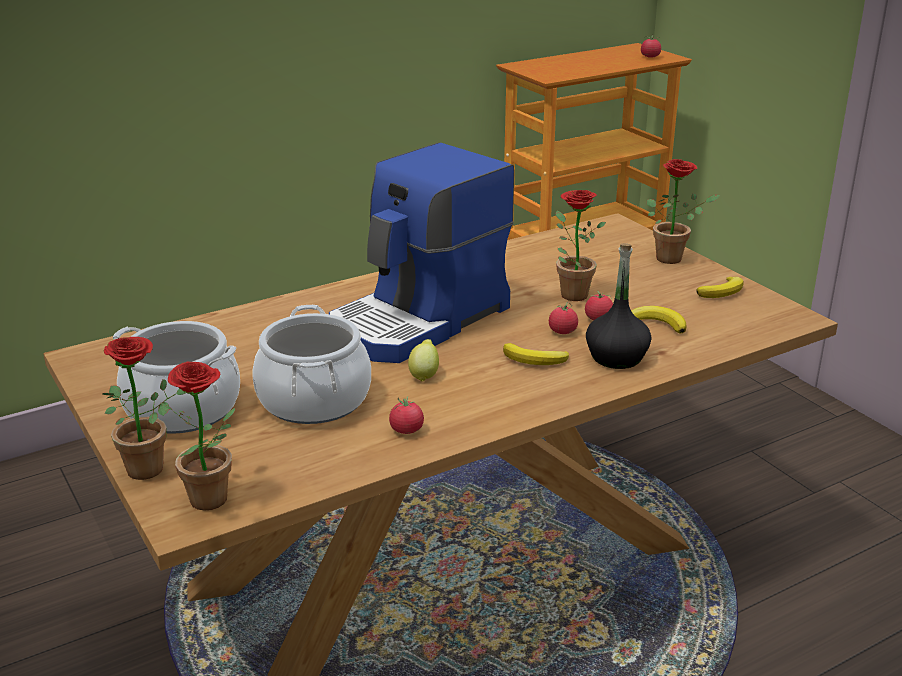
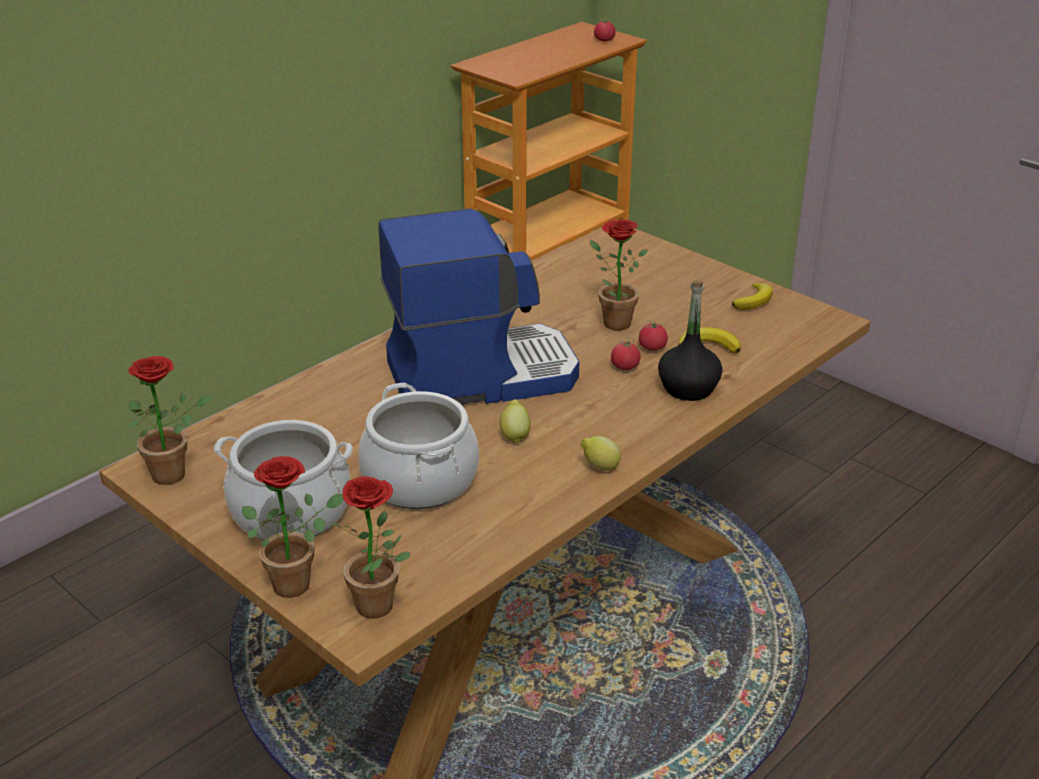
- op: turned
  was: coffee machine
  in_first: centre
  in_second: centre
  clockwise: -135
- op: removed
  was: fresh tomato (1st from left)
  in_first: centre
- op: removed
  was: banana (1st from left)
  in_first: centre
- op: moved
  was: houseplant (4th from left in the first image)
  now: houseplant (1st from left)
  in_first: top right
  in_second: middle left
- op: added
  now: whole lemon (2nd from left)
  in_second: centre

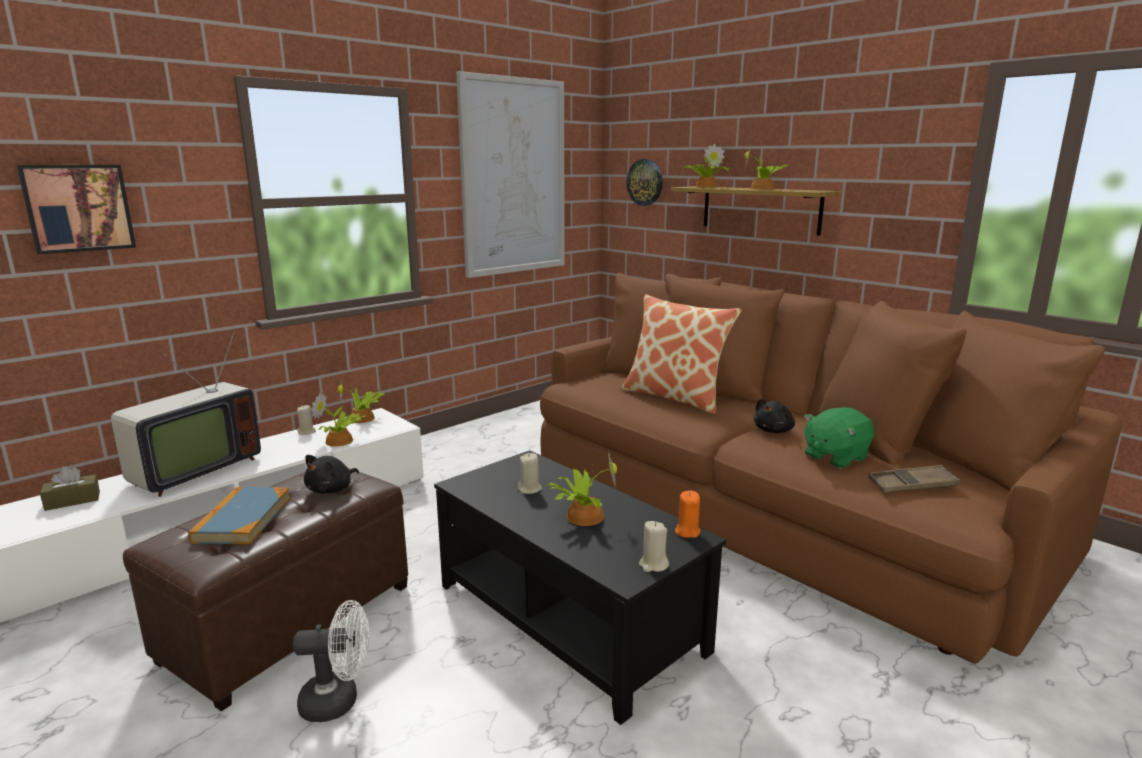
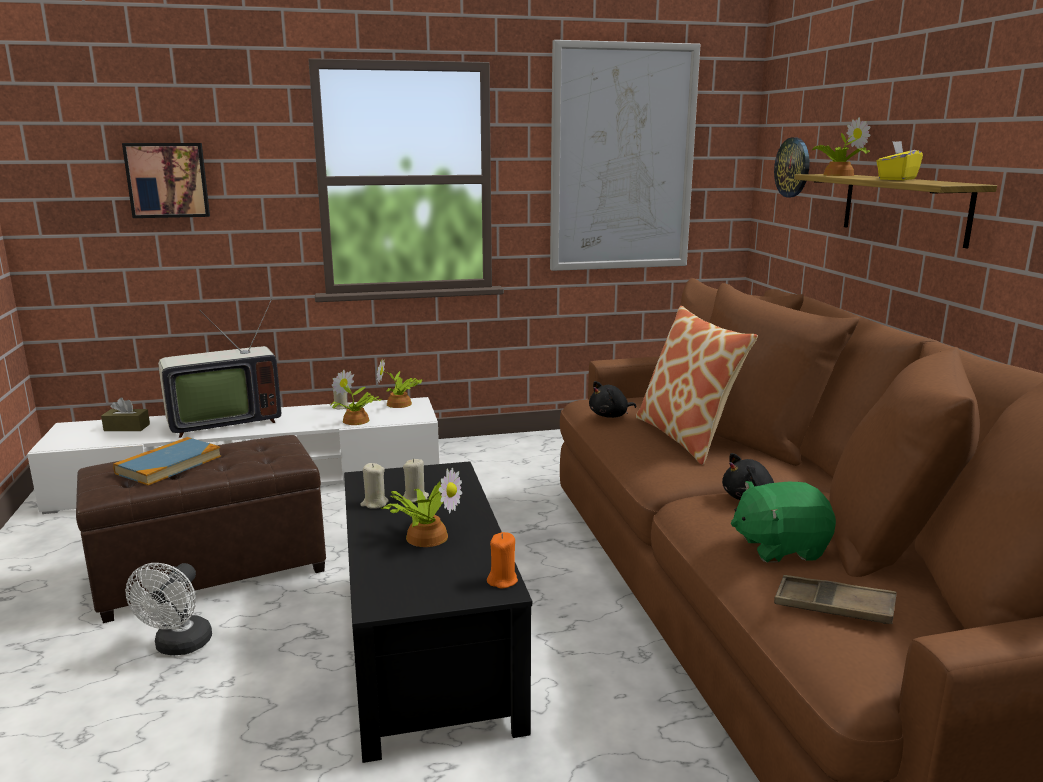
- op: turned
  was: cooling fan in whitish
  in_first: bottom left
  in_second: bottom left
  clockwise: 75
- op: moved
  was: cuddly toy in black-coloured (1st from left)
  in_first: middle left
  in_second: centre
- op: moved
  was: wax candle in sand-coloured (3rd from left in the first image)
  now: wax candle in sand-coloured (2nd from left)
  in_first: bottom centre
  in_second: centre
- op: replaced
  was: houseplant (5th from left)
  now: box of tissues in yellowish
  in_first: top right
  in_second: top right

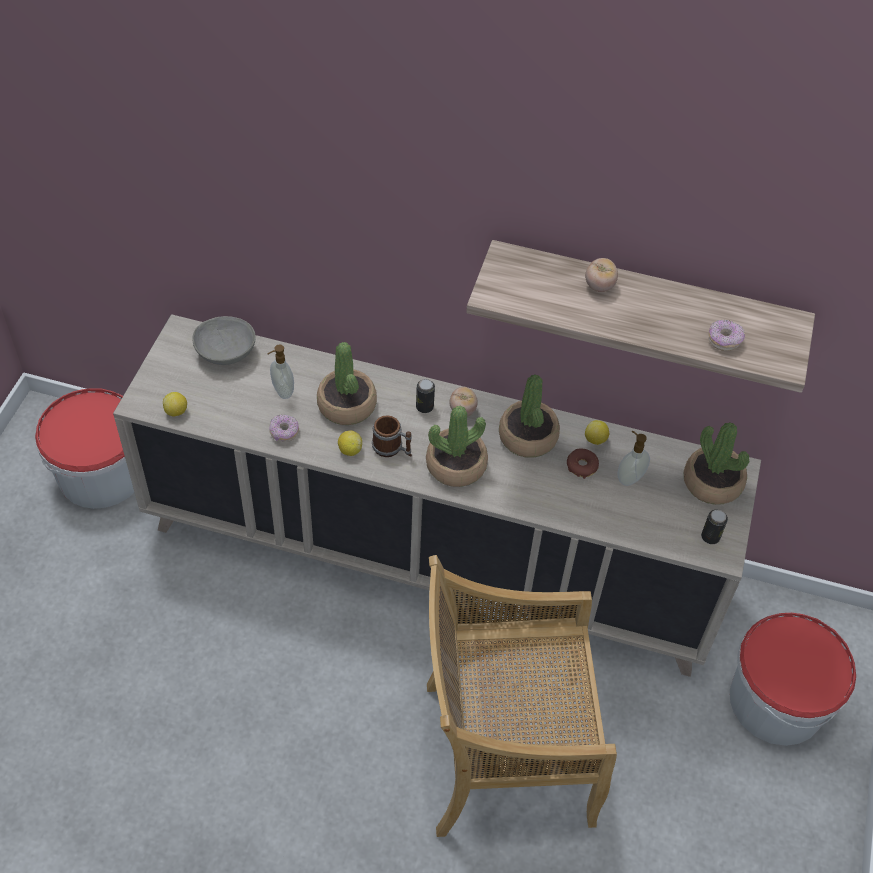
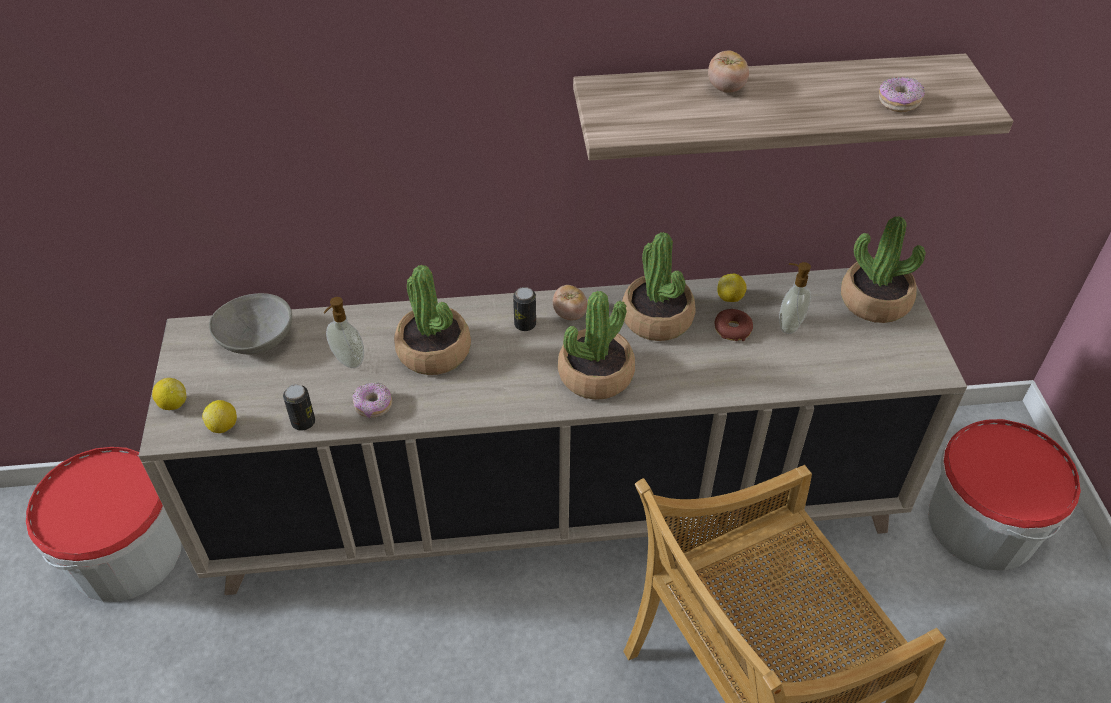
- op: moved
  was: whole lemon (2nd from left in the first image)
  now: whole lemon (1st from left)
  in_first: centre
  in_second: middle left
- op: removed
  was: mug
  in_first: centre
- op: moved
  was: can (2nd from left in the first image)
  now: can (1st from left)
  in_first: middle right
  in_second: middle left

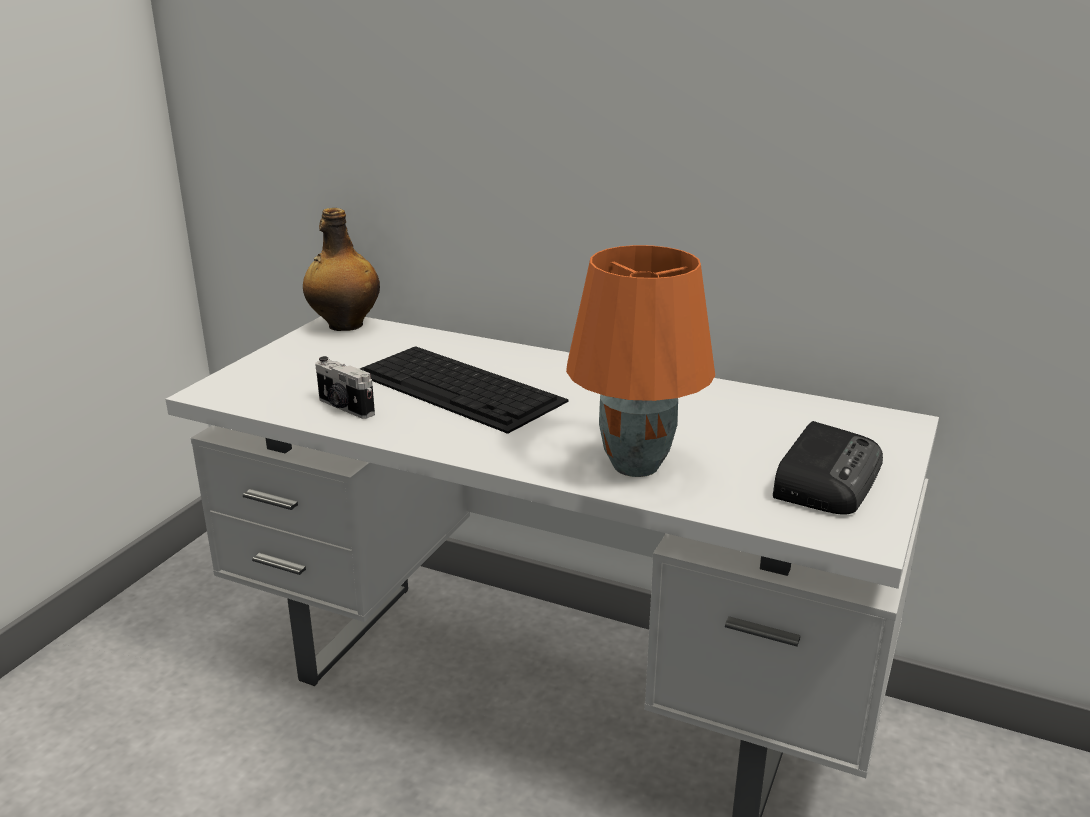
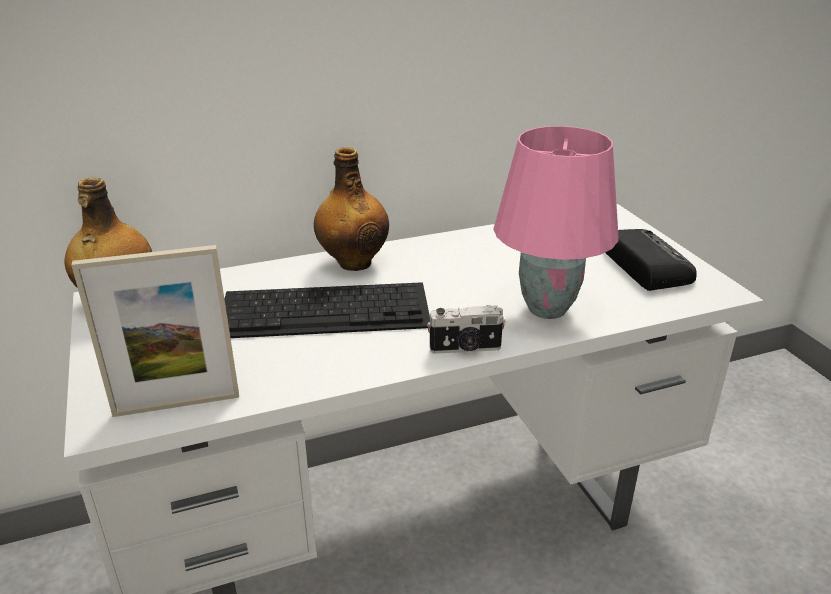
- op: moved
  was: still camera
  in_first: middle left
  in_second: centre
- op: recoloured
  was: lamp for a table in orange
  now: lamp for a table in pinkish
  in_first: centre
  in_second: middle right
- op: added
  now: photo frame
  in_second: middle left
- op: added
  now: bottle (2nd from left)
  in_second: centre

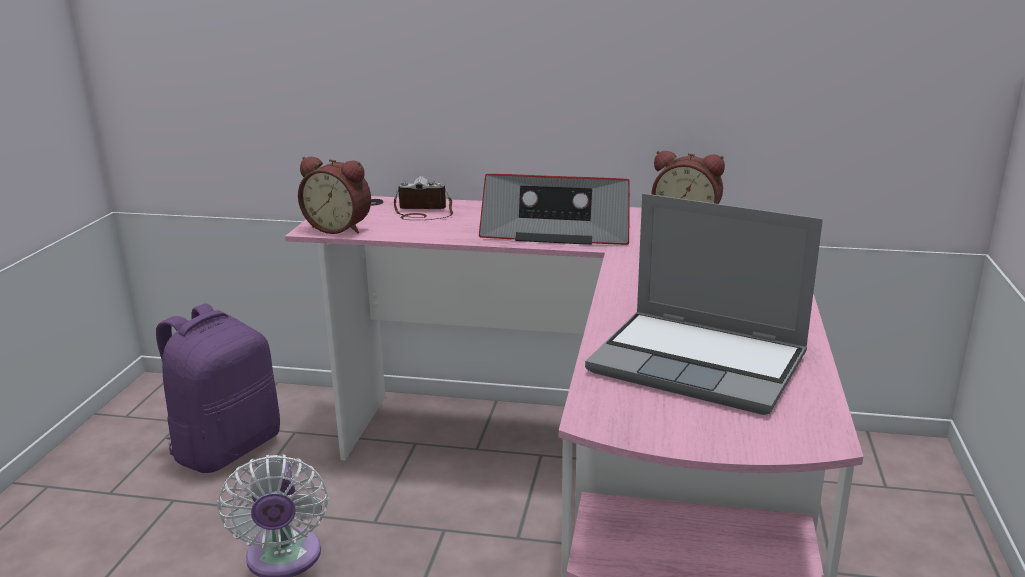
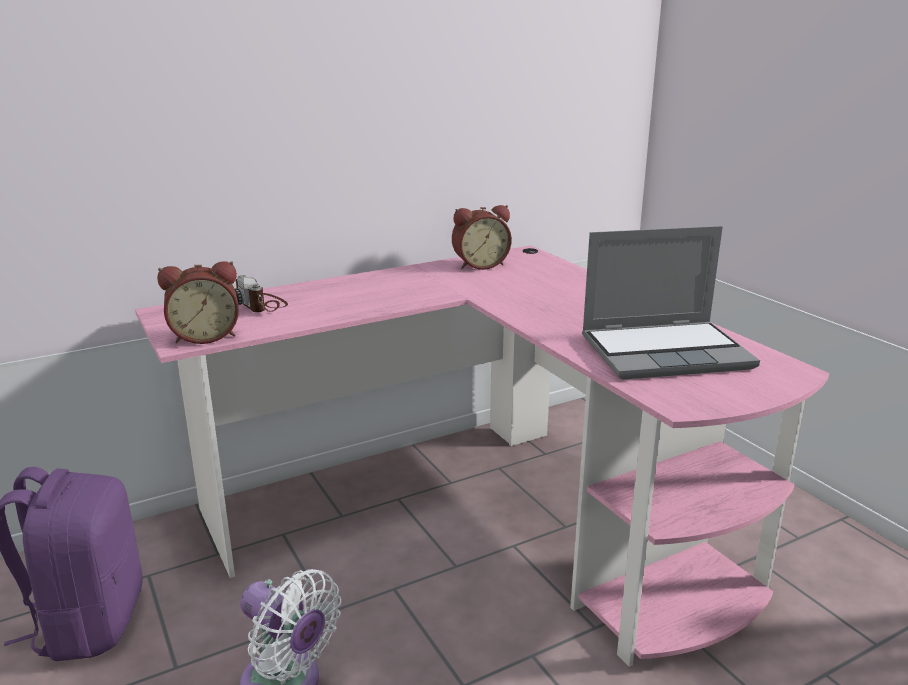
- op: turned
  was: still camera
  in_first: centre
  in_second: middle left
  clockwise: -90
- op: removed
  was: radio receiver
  in_first: centre

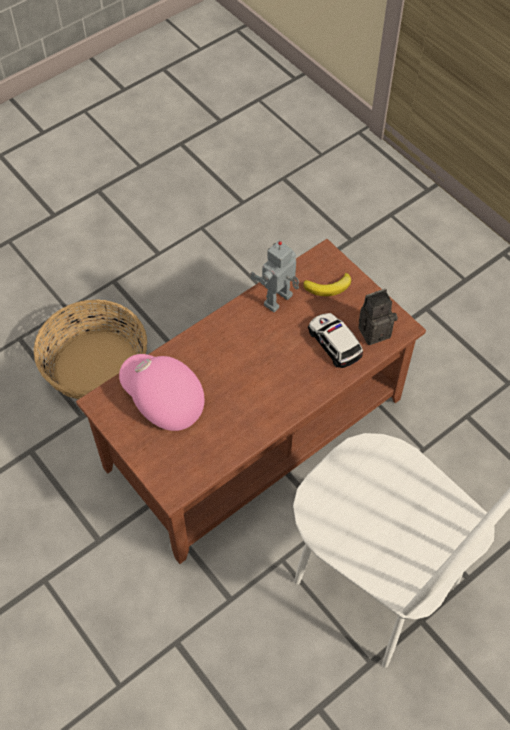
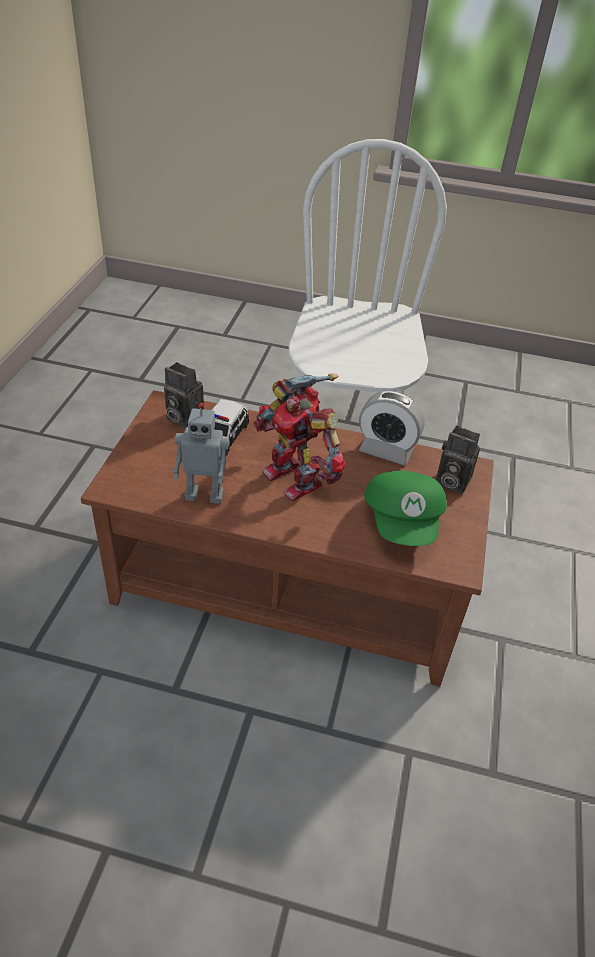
- op: removed
  was: storage basket
  in_first: middle left
- op: recoloured
  was: baseball cap in pinkish
  now: baseball cap in green
  in_first: middle left
  in_second: middle right
- op: removed
  was: banana
  in_first: centre
- op: added
  now: model robot (2nd from left)
  in_second: centre
- op: added
  now: alarm clock
  in_second: centre
- op: added
  now: still camera (2nd from left)
  in_second: middle right

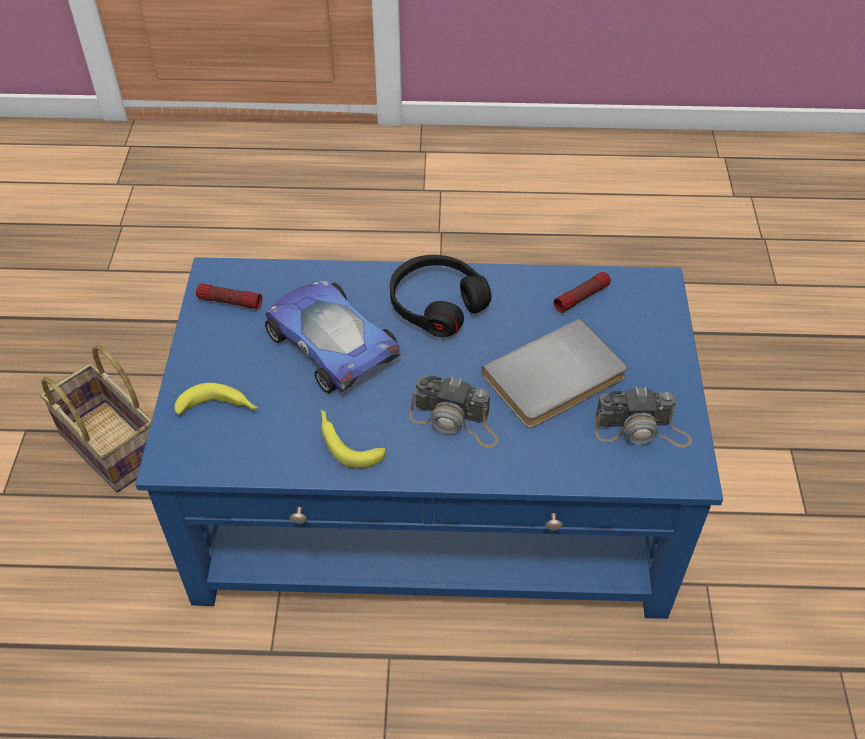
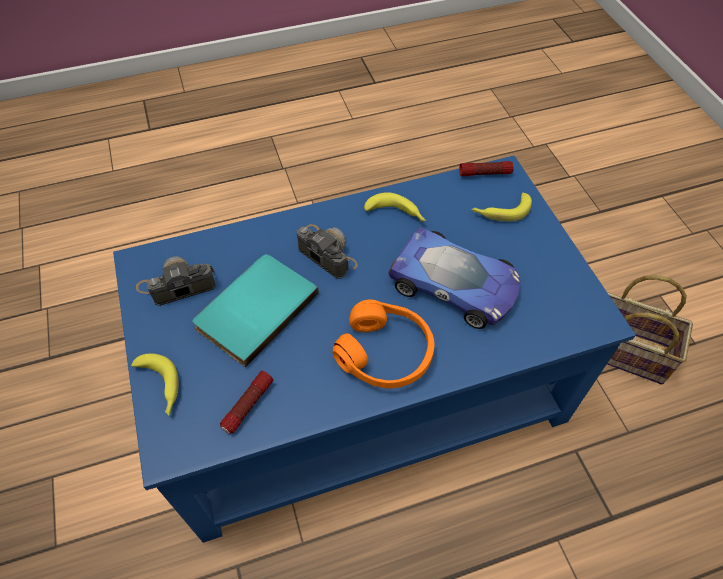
- op: moved
  was: flashlight (1st from left in the first image)
  now: flashlight (2nd from left)
  in_first: middle left
  in_second: top right
- op: recoloured
  was: headset in black-coloured
  now: headset in orange
  in_first: centre
  in_second: centre
- op: turned
  was: still camera (1st from left in the first image)
  in_first: centre
  in_second: centre
  clockwise: 45
- op: recoloured
  was: volume in grey
  now: volume in turquoise-coloured
  in_first: centre
  in_second: centre
- op: added
  now: banana (1st from left)
  in_second: middle left

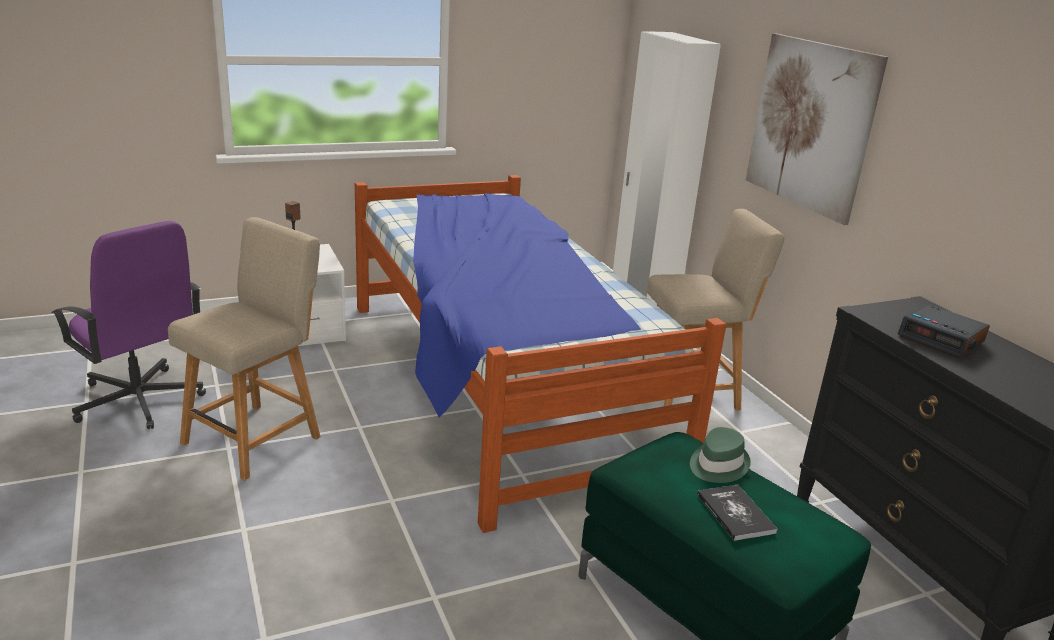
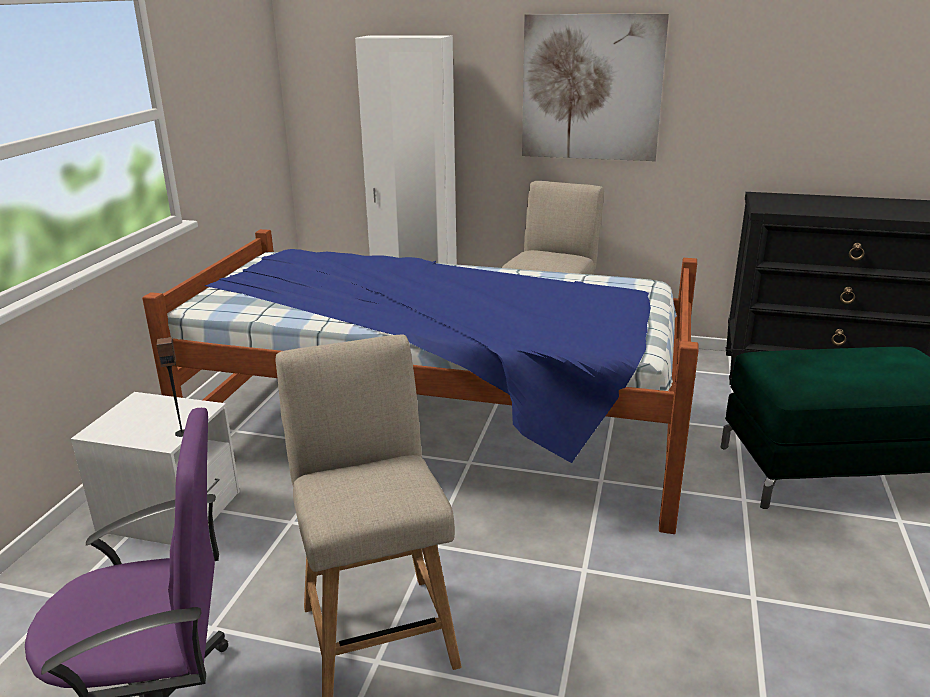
- op: removed
  was: hat in green
  in_first: bottom right
- op: removed
  was: volume
  in_first: bottom right
- op: removed
  was: alarm clock
  in_first: middle right

